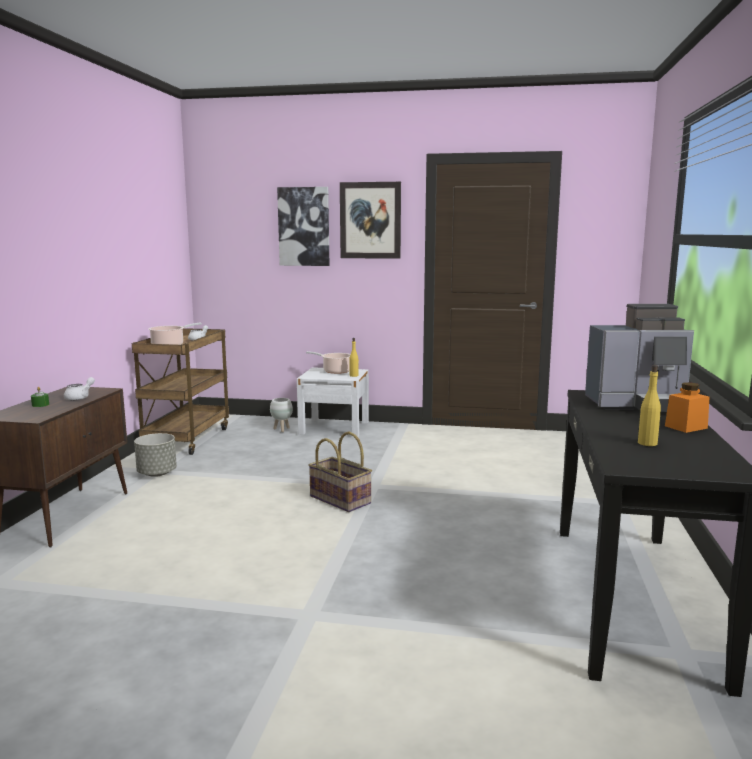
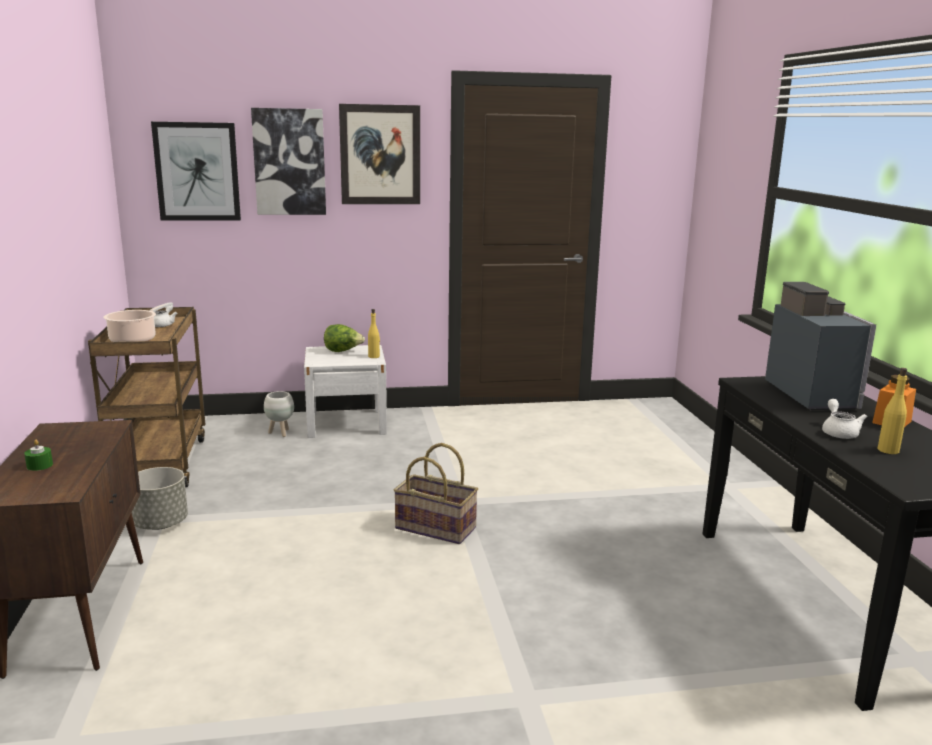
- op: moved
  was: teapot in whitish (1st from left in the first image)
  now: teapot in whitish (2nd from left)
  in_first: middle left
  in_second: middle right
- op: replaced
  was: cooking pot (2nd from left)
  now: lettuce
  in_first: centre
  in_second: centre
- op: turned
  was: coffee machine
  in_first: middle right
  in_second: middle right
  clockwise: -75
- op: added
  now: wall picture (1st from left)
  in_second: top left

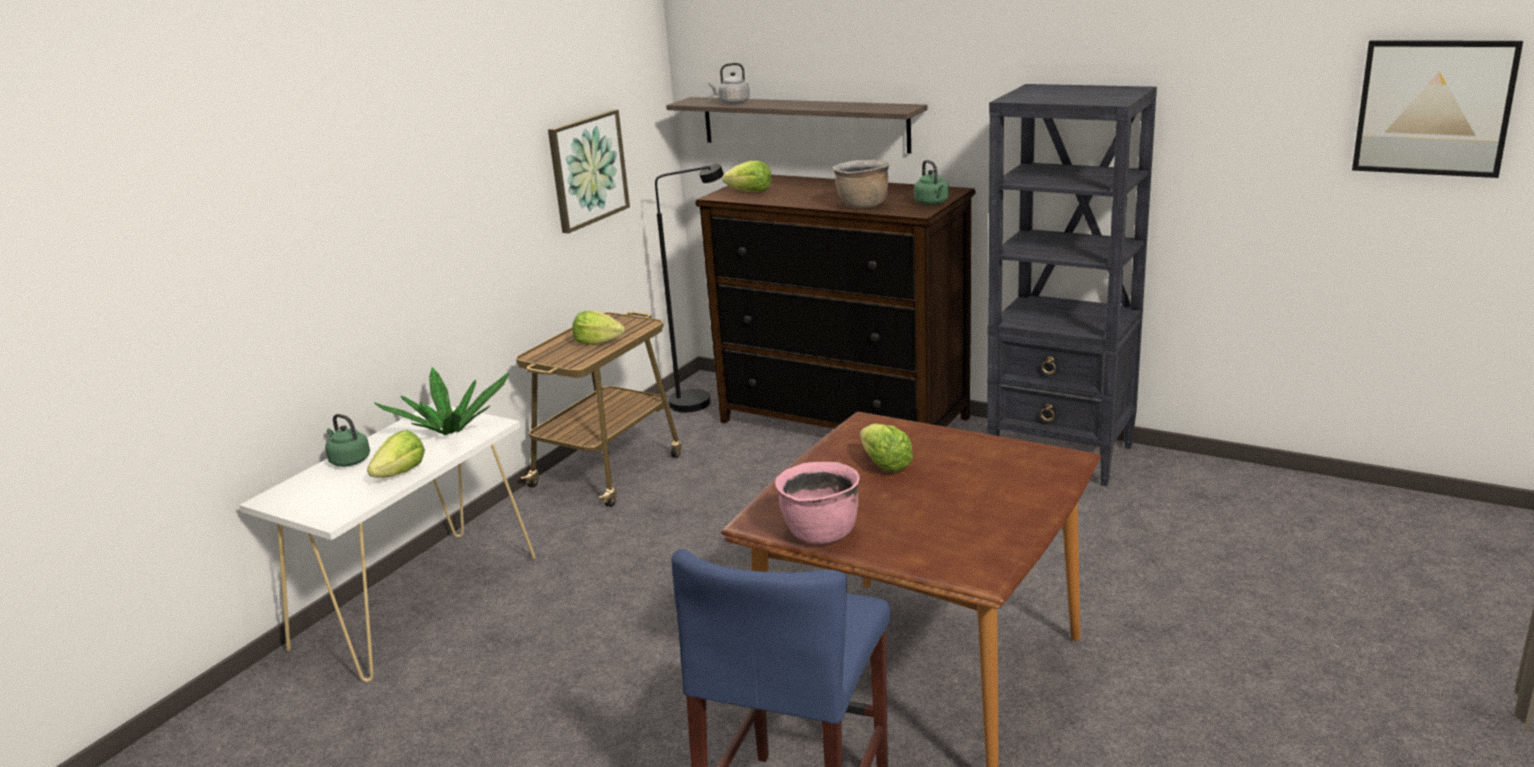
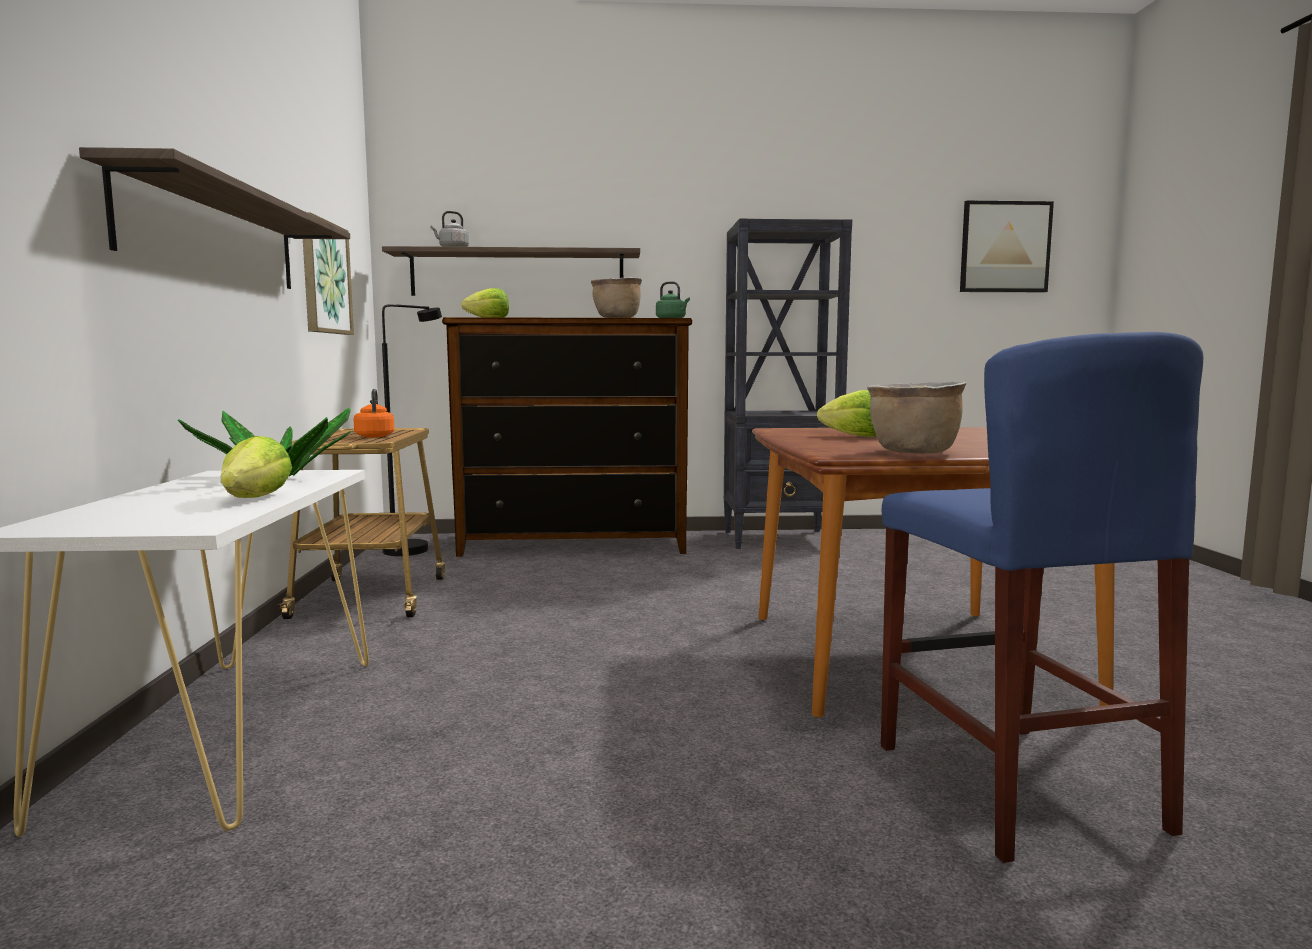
- op: removed
  was: water kettle in green (1st from left)
  in_first: middle left
- op: replaced
  was: lettuce (2nd from left)
  now: water kettle in orange
  in_first: centre
  in_second: middle left
- op: recoloured
  was: cooking pot in pinkish
  now: cooking pot in brown (2nd from left)
  in_first: centre
  in_second: middle right
- op: added
  now: bracket shelf (1st from left)
  in_second: top left

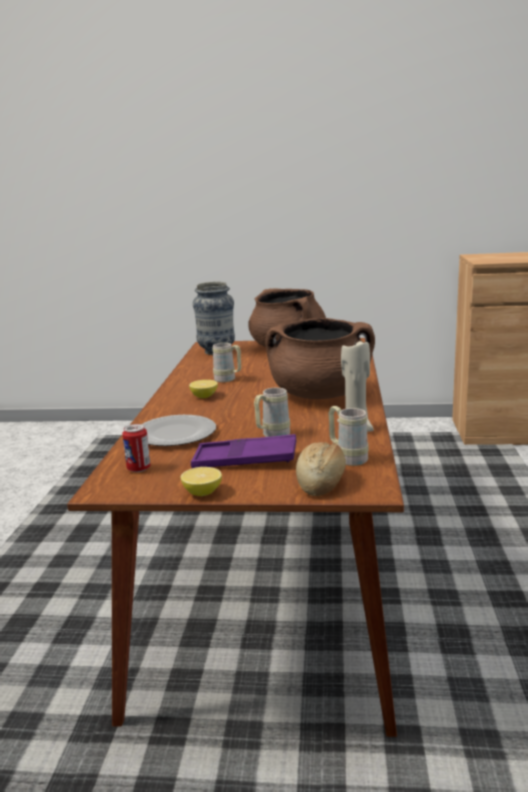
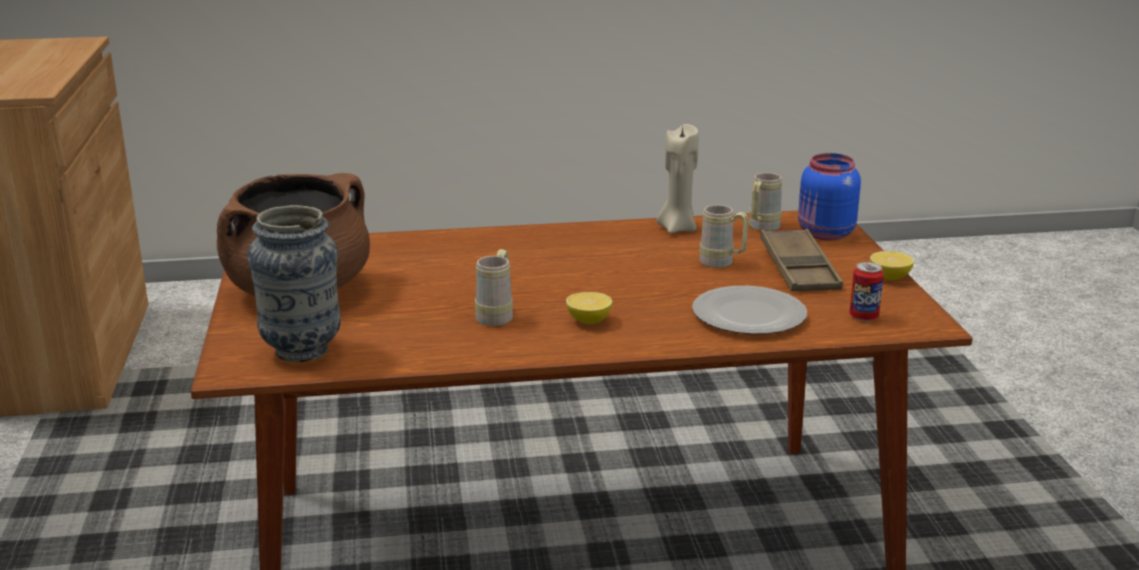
- op: recoloured
  was: serving tray in purple
  now: serving tray in brown
  in_first: centre
  in_second: middle right
- op: removed
  was: cooking pot in brown (2nd from left)
  in_first: centre
- op: replaced
  was: bakery bread
  now: storage jar in blue
  in_first: centre
  in_second: middle right

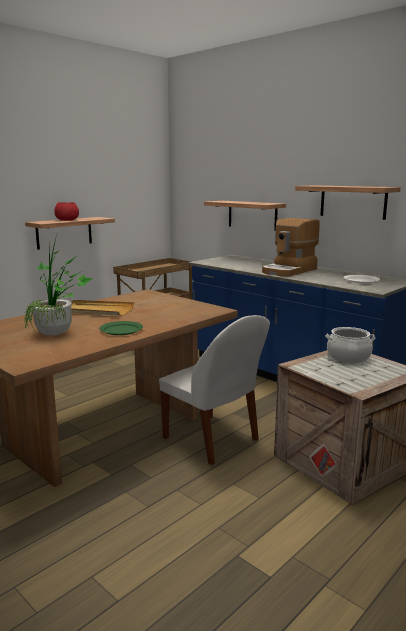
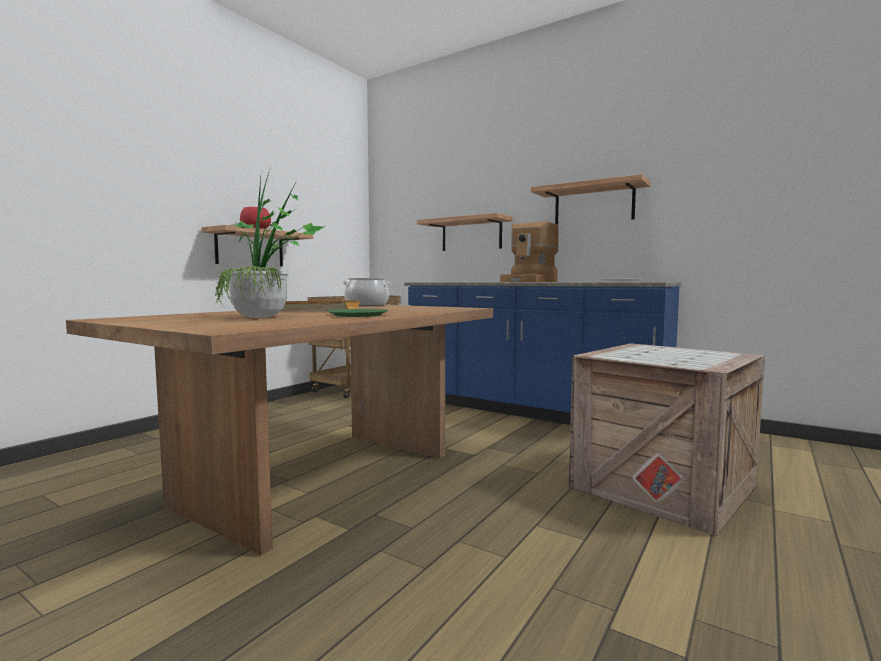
- op: removed
  was: plain chair in whitish
  in_first: centre
- op: moved
  was: cooking pot
  in_first: middle right
  in_second: centre

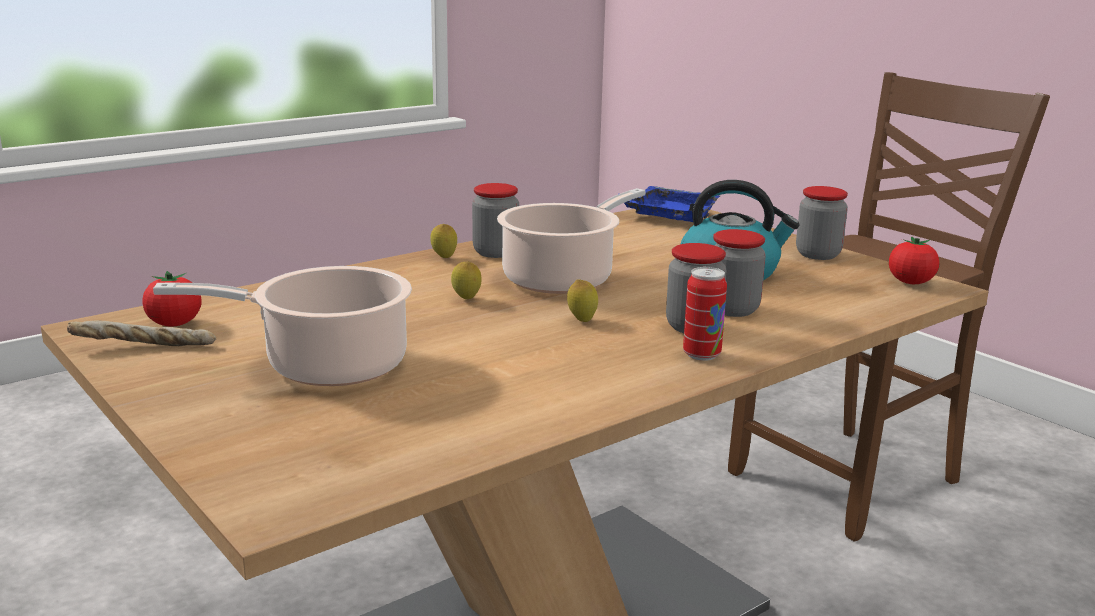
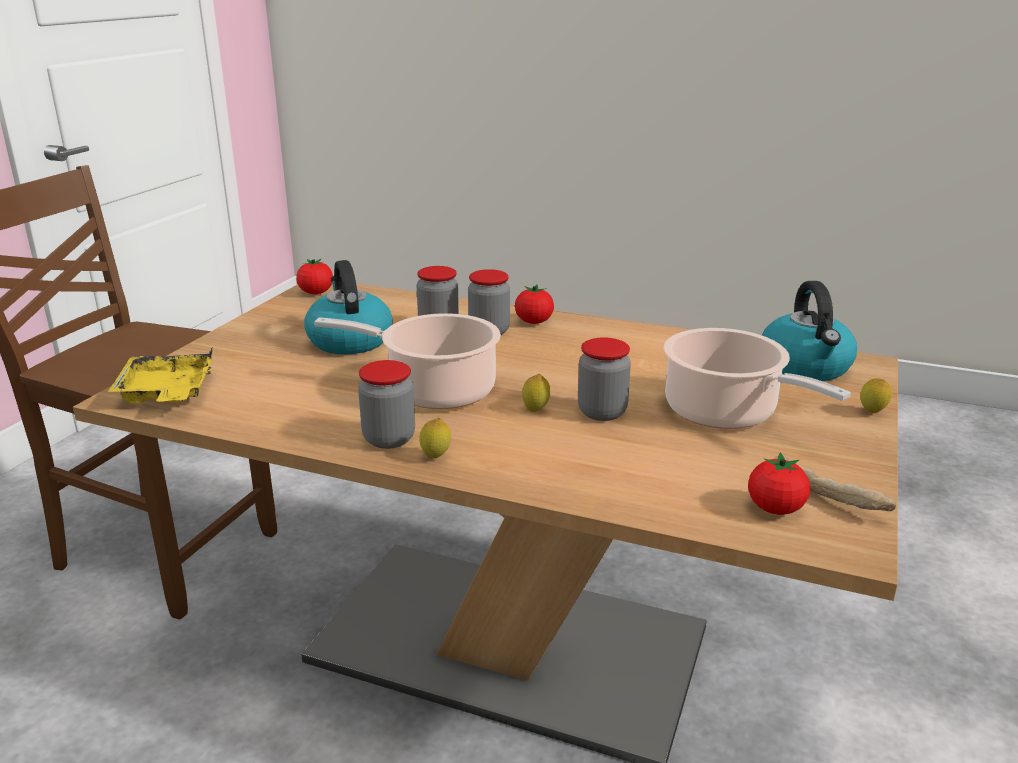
- op: moved
  was: whole lemon (3rd from left)
  in_first: centre
  in_second: middle right
- op: recoloured
  was: serving tray in blue
  now: serving tray in yellowish
  in_first: top centre
  in_second: middle left
- op: replaced
  was: can
  now: fresh tomato (2nd from left)
  in_first: centre
  in_second: centre
- op: moved
  was: storage jar (4th from left)
  in_first: middle right
  in_second: centre
- op: added
  now: water kettle (2nd from left)
  in_second: middle right

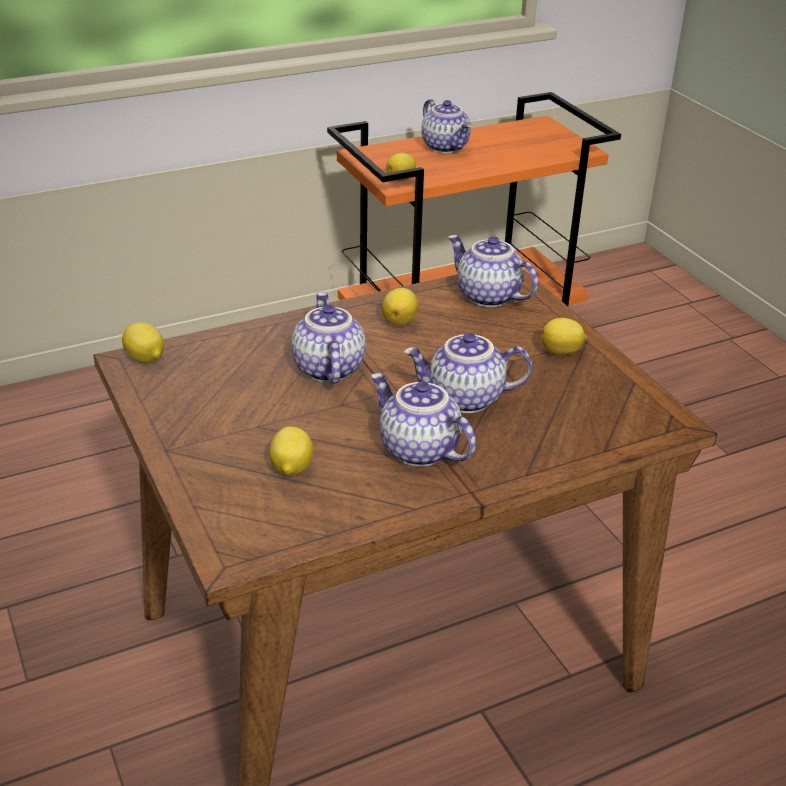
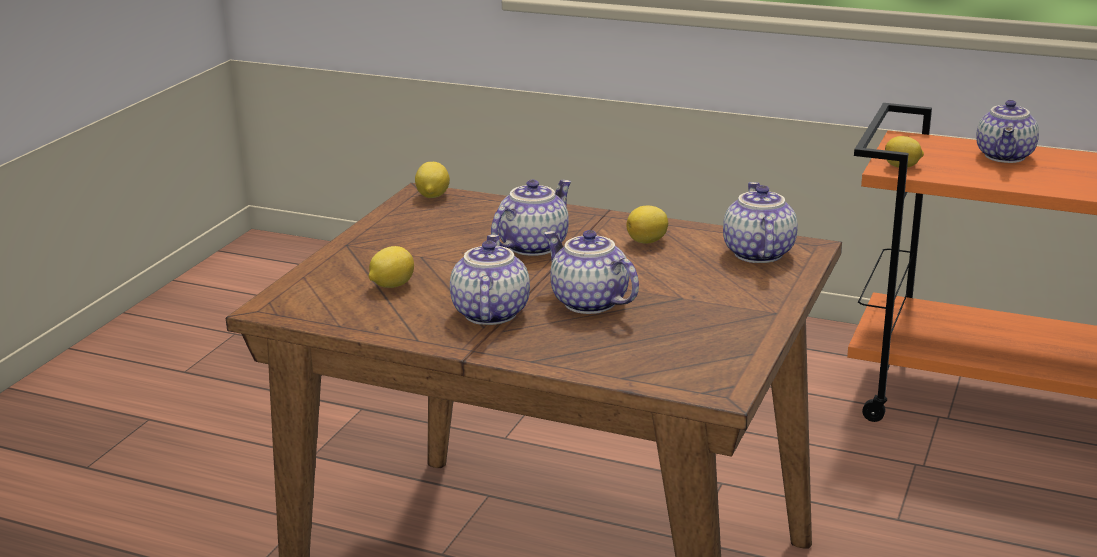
- op: removed
  was: whole lemon (5th from left)
  in_first: middle right

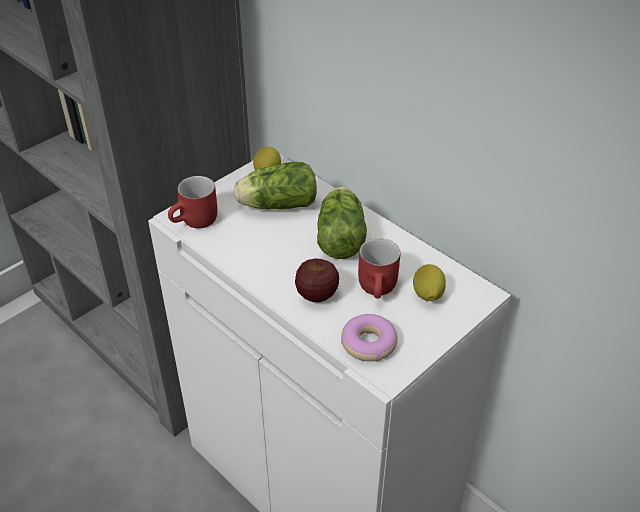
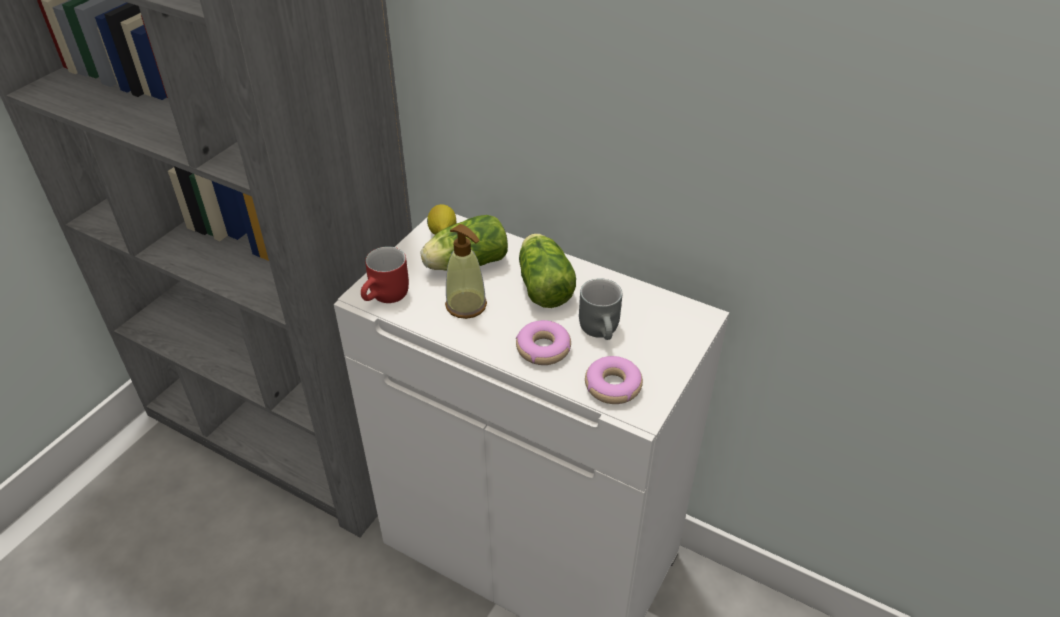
- op: replaced
  was: whole apple
  now: doughnut (1st from left)
  in_first: centre
  in_second: centre
- op: recoloured
  was: mug in reddish (2nd from left)
  now: mug in grey
  in_first: centre
  in_second: centre
- op: removed
  was: whole lemon (2nd from left)
  in_first: middle right
- op: added
  now: liquid soap bottle
  in_second: centre

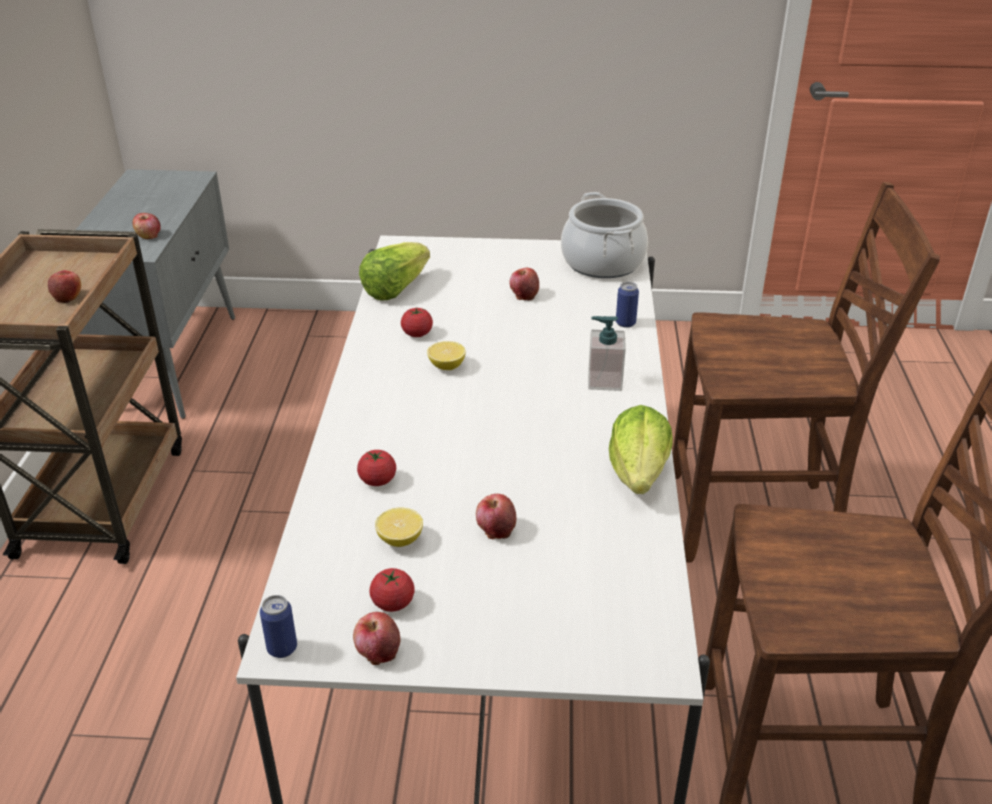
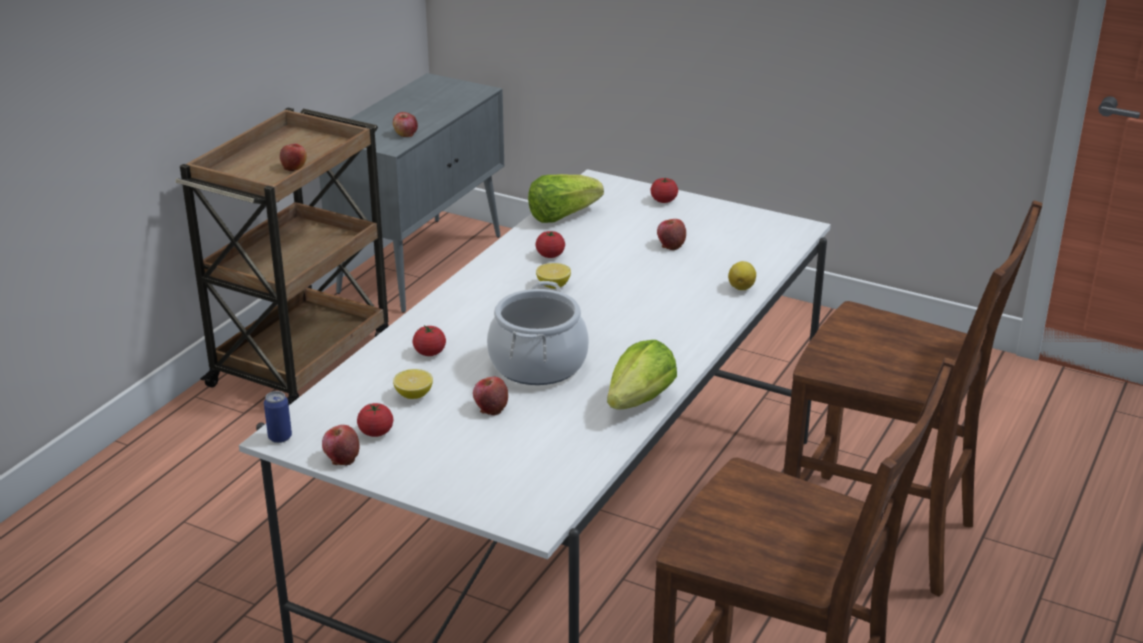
- op: moved
  was: cooking pot
  in_first: top centre
  in_second: centre
- op: removed
  was: liquid soap bottle
  in_first: centre
- op: replaced
  was: can (2nd from left)
  now: whole lemon (3rd from left)
  in_first: centre
  in_second: centre
- op: added
  now: fresh tomato (4th from left)
  in_second: top centre

